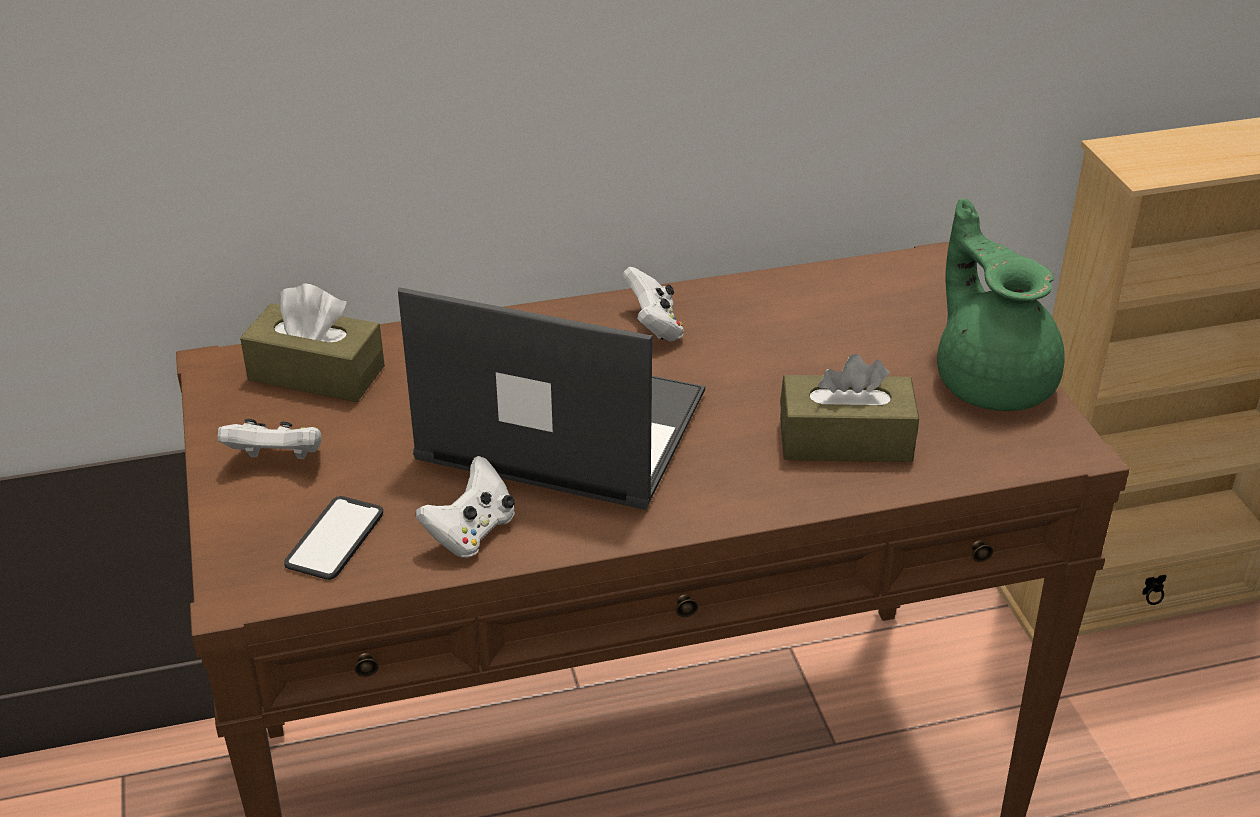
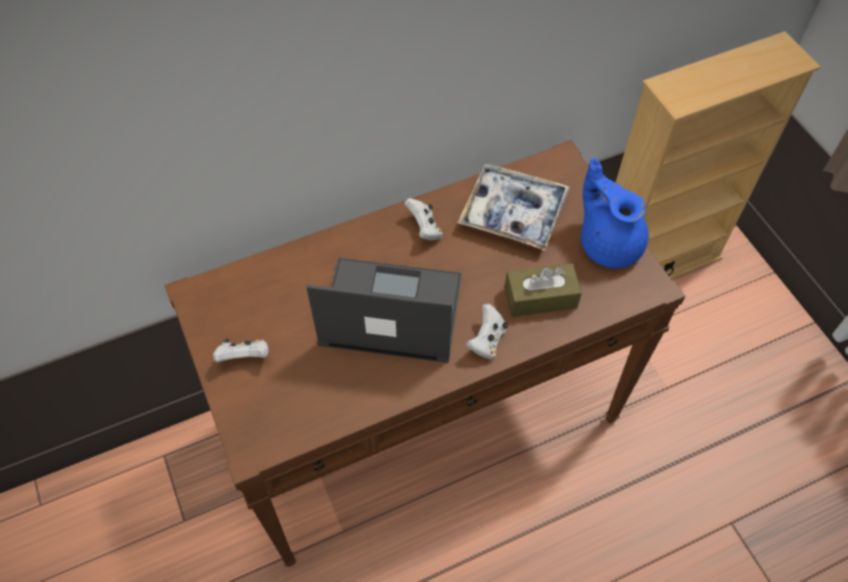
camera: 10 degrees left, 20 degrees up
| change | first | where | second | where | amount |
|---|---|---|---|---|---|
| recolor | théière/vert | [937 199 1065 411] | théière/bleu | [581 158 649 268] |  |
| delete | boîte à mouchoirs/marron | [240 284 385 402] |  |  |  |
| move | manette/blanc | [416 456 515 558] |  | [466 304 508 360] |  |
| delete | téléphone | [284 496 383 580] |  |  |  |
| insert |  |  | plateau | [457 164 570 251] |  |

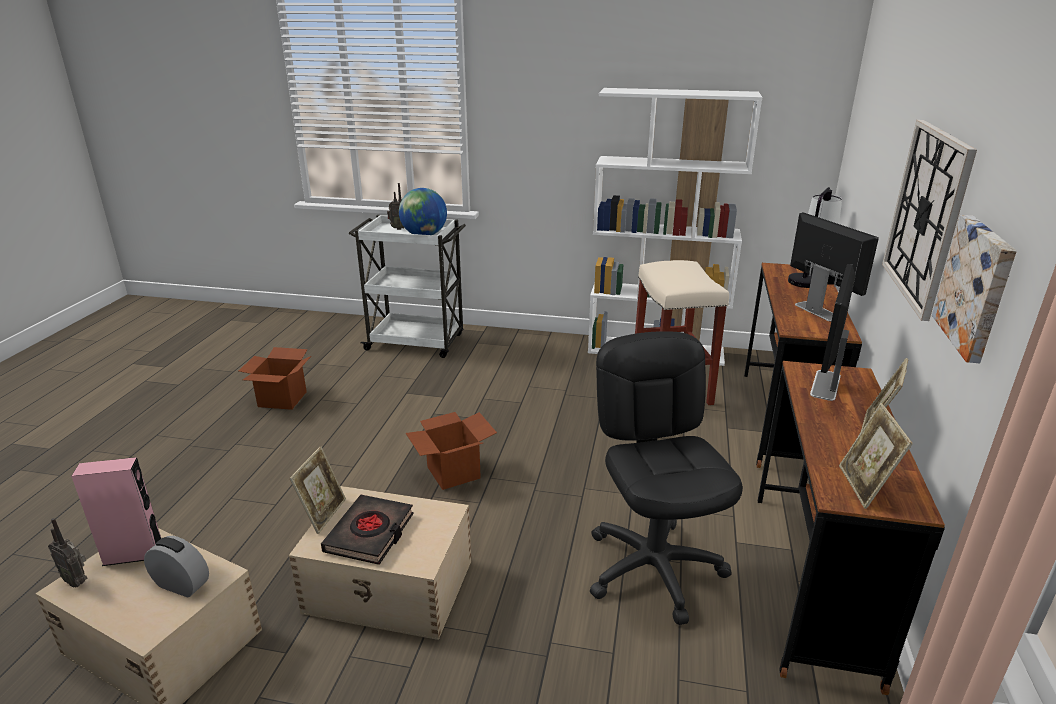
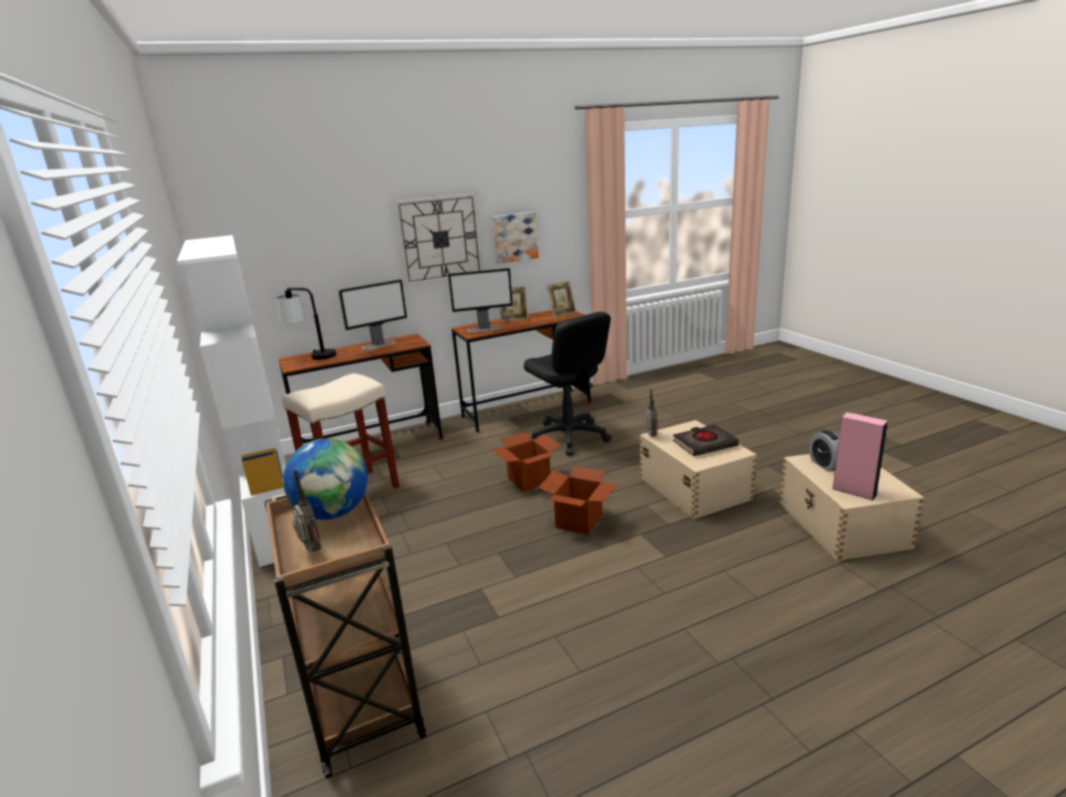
camera: 125 degrees left, 5 degrees down
| change | first | where | second | where | amount |
|---|---|---|---|---|---|
| rotate | écran d'ordinateur | [790 212 879 322] |  | [339 279 407 350] | 150 degrees counterclockwise |
| recolor | chariot/blanc | [349 215 466 358] | chariot/marron | [264 491 426 778] |  |
| rotate | chaise de bureau/noir | [590 331 743 625] |  | [524 312 612 456] | 75 degrees counterclockwise |
| move | carton | [239 347 311 410] |  | [492 432 562 492] |  |
| delete | cadre photo | [289 446 346 534] |  |  |  |
| move | radio | [48 518 87 588] |  | [644 389 657 436] |  |

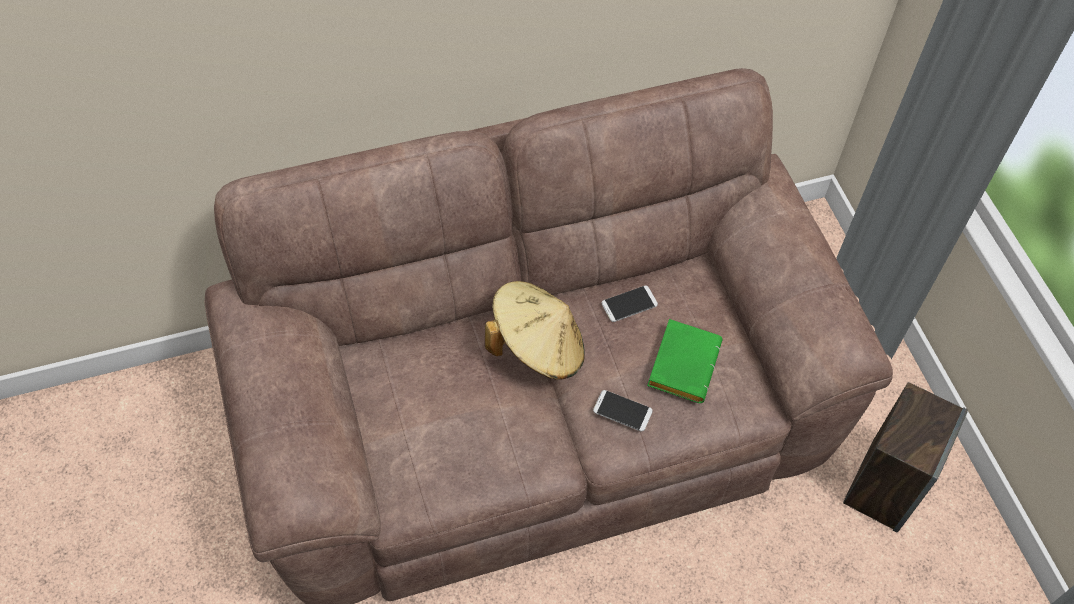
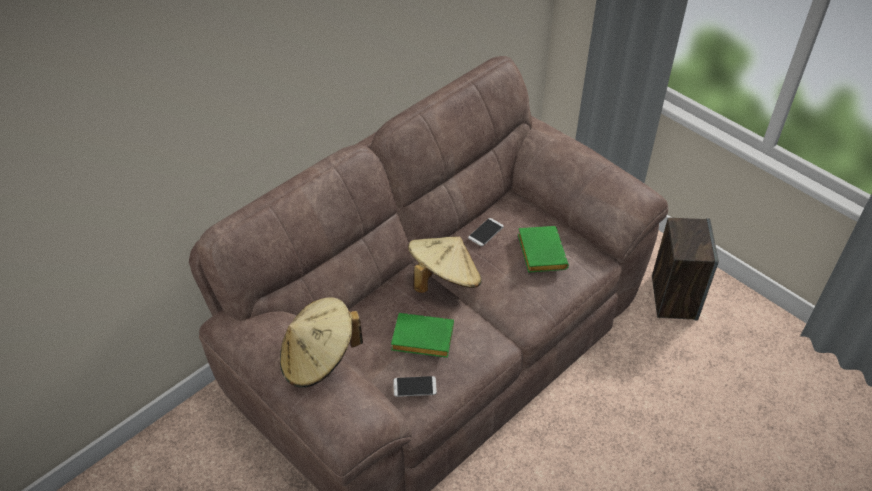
camera: 25 degrees left, 10 degrees down
| change | first | where | second | where | amount |
|---|---|---|---|---|---|
| move | téléphone | [593 390 653 431] |  | [393 376 437 397] |  |
| insert |  |  | chapeau/beige | [280 297 363 387] |  |
| insert |  |  | livre/vert | [391 313 454 358] |  |

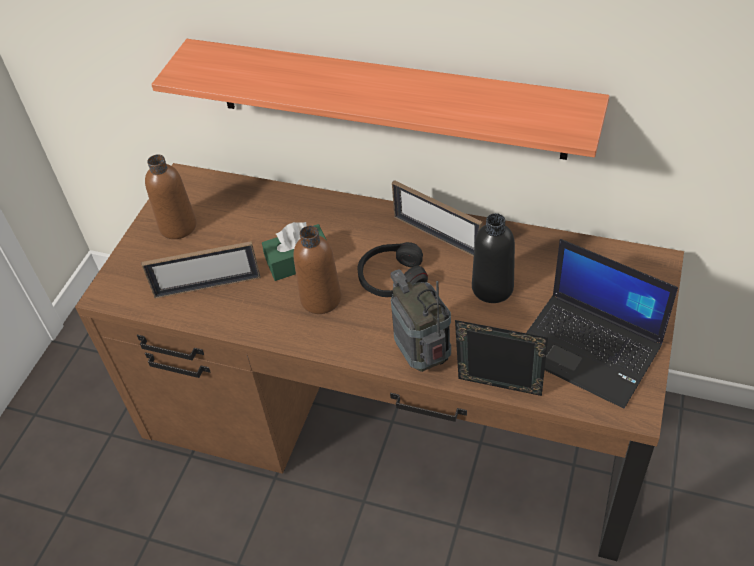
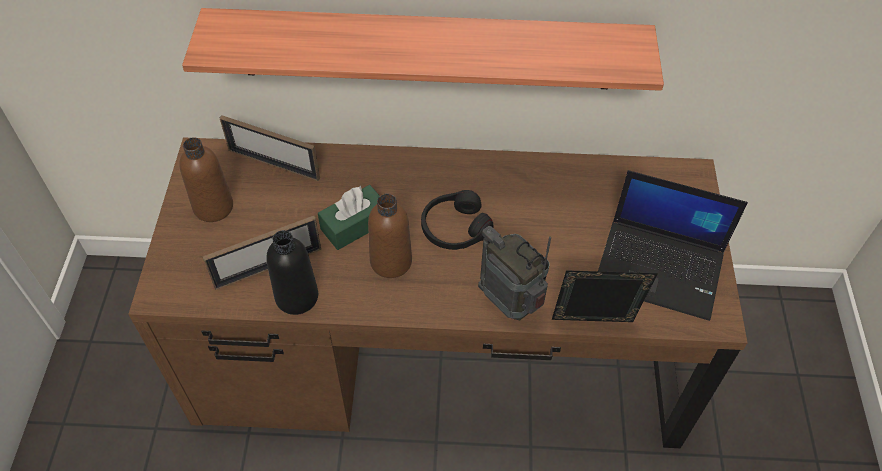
camera: 20 degrees left, 5 degrees up
| change | first | where | second | where | amount |
|---|---|---|---|---|---|
| move | cadre photo | [392 180 483 257] |  | [220 115 320 181] |  |
| move | bouteille/noir | [472 213 515 303] |  | [266 230 318 315] |  |

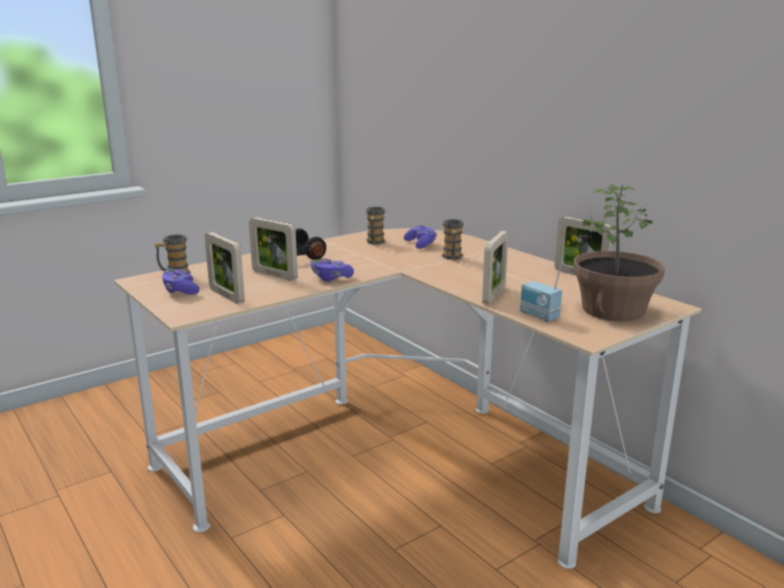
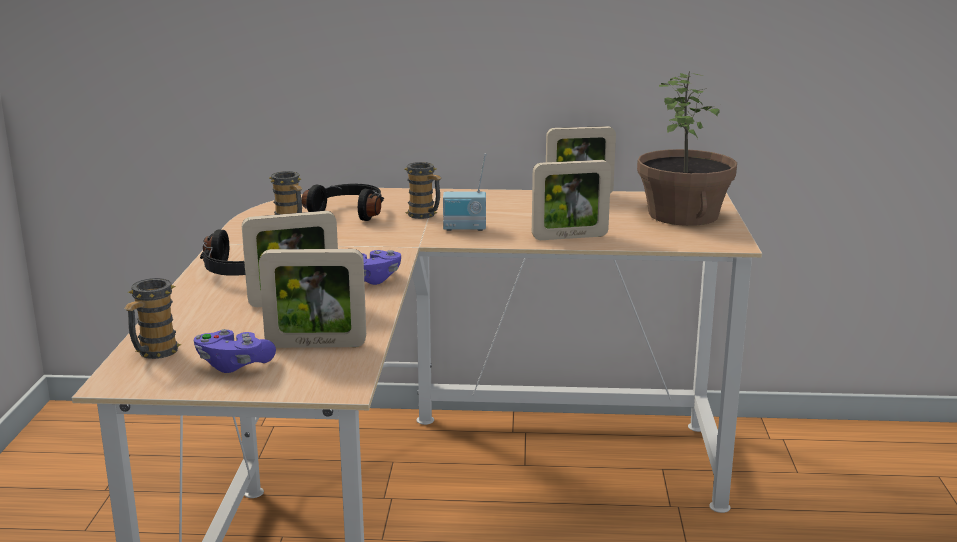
camera: 50 degrees left, 0 degrees up
| change | first | where | second | where | amount |
|---|---|---|---|---|---|
| replace | manette/violet | [404 225 437 249] | casque audio/noir | [302 184 384 221] |  |
| rotate | cadre photo | [482 231 508 304] |  | [532 160 611 240] | 105 degrees clockwise |
| move | radio | [520 257 564 322] |  | [443 154 486 231] |  |

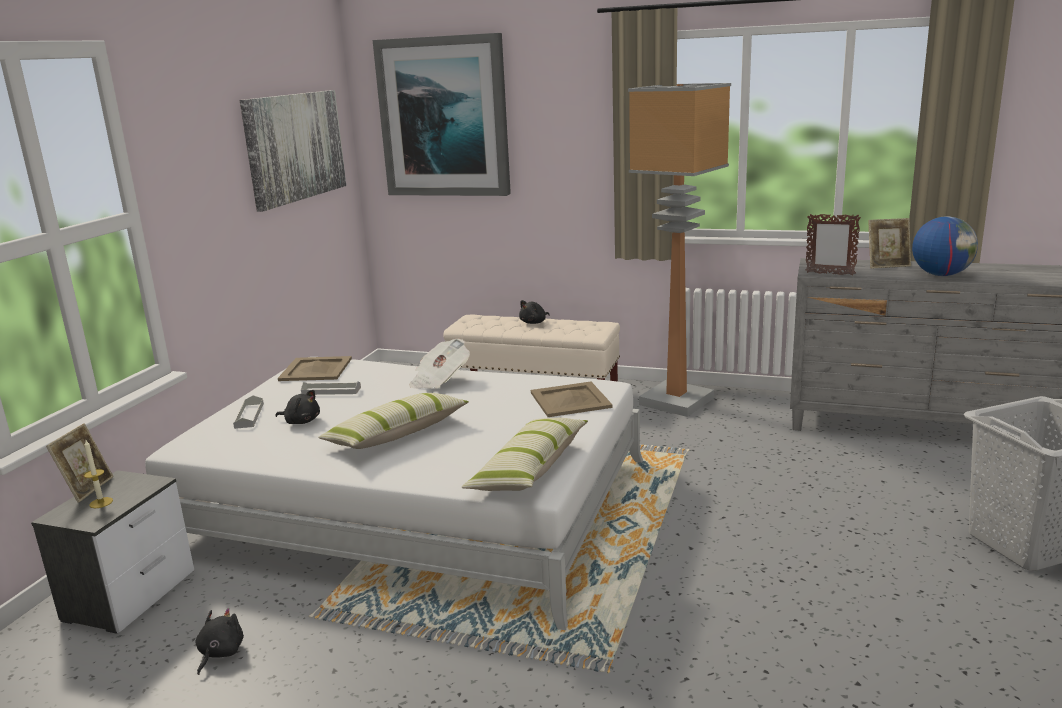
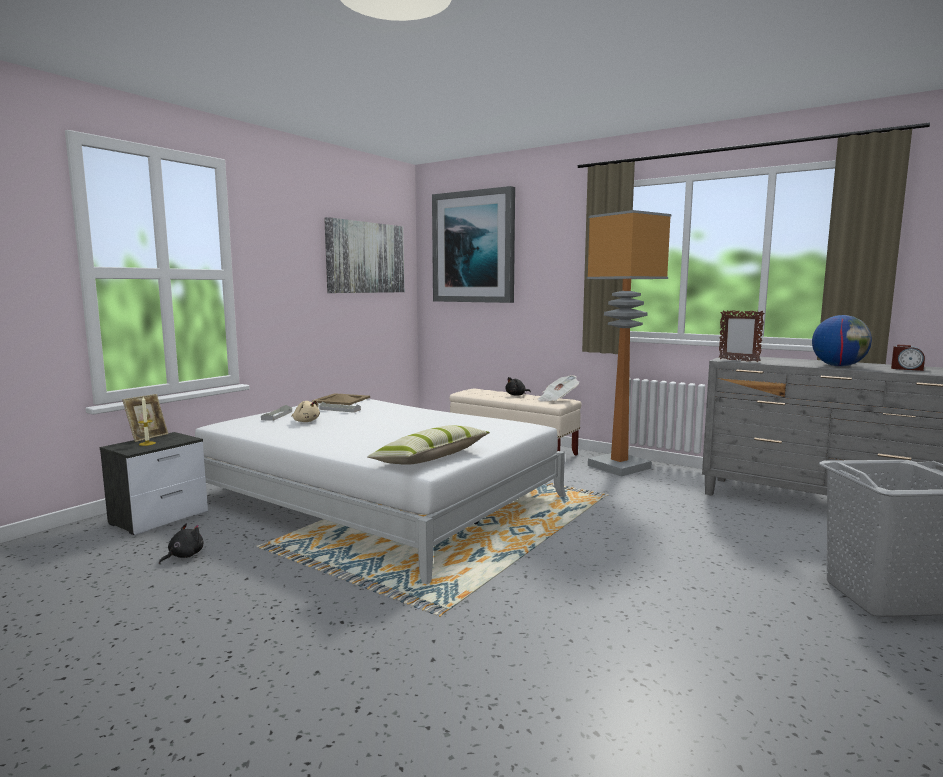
camera: 15 degrees right, 10 degrees down
| change | first | where | second | where | amount |
|---|---|---|---|---|---|
| delete | cadre photo | [868 218 911 269] |  |  |  |
| move | journal | [409 339 470 389] |  | [537 375 579 401] |  |
| delete | plateau/beige | [531 382 613 417] |  |  |  |
| recolor | peluche/noir | [275 390 320 424] | peluche/beige | [291 399 320 422] |  |
| delete | coussin | [318 393 469 449] |  |  |  |
| insert |  |  | réveil | [891 345 925 371] |  |

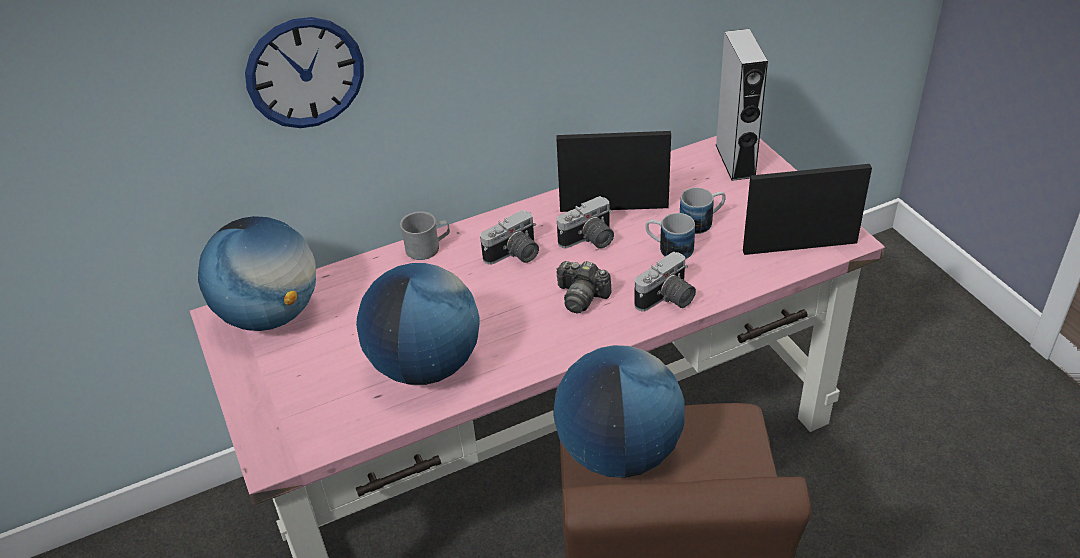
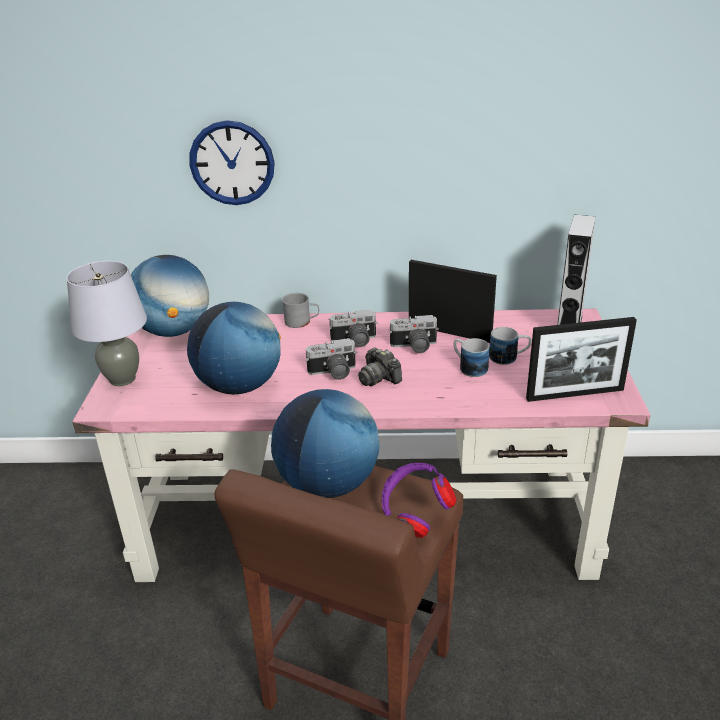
camera: 25 degrees right, 10 degrees down
| change | first | where | second | where | amount |
|---|---|---|---|---|---|
| rotate | cadre photo | [743 164 872 255] |  | [526 317 637 402] | 150 degrees clockwise |
| move | appareil photo | [634 251 696 312] |  | [306 338 357 380] |  |
| insert |  |  | lampe de table/gris | [66 261 147 386] |  |
| insert |  |  | casque audio/violet | [382 463 456 538] |  |

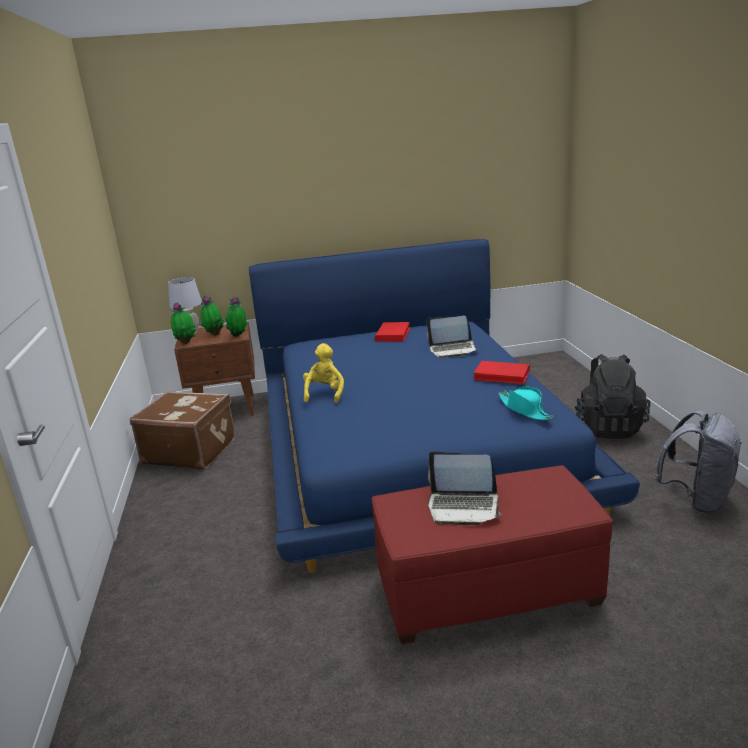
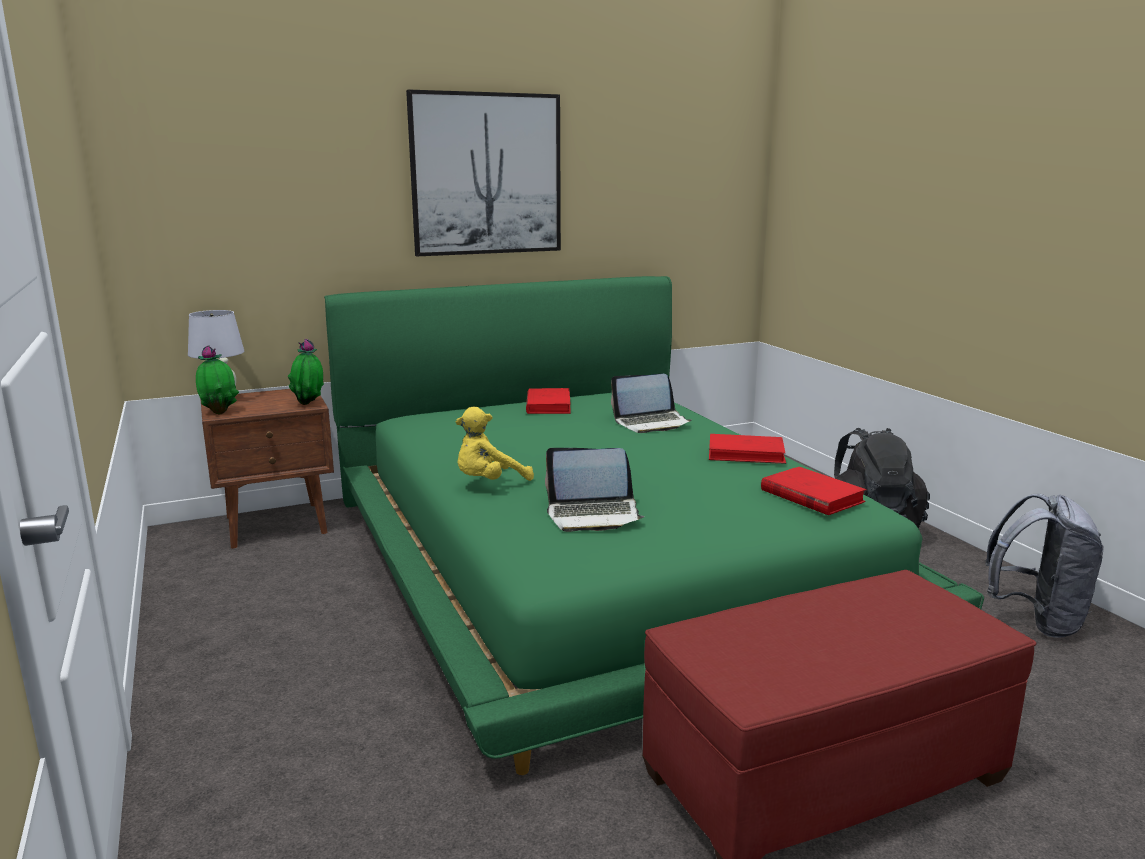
camera: 15 degrees left, 5 degrees down
| change | first | where | second | where | amount |
|---|---|---|---|---|---|
| recolor | lit/bleu | [249 239 640 573] | lit/vert | [324 276 984 775] |  |
| delete | plante en pot | [201 296 224 336] |  |  |  |
| rotate | peluche/jaune | [303 343 344 403] |  | [456 407 534 481] | 120 degrees counterclockwise |
| replace | chapeau/turquoise | [498 386 553 420] | livre/rouge | [761 467 867 515] |  |
| delete | valise/marron | [130 391 235 469] |  |  |  |
| move | ordinateur portable | [428 452 502 526] |  | [545 448 645 532] |  |
| insert |  |  | tableau | [406 90 561 256] |  |

